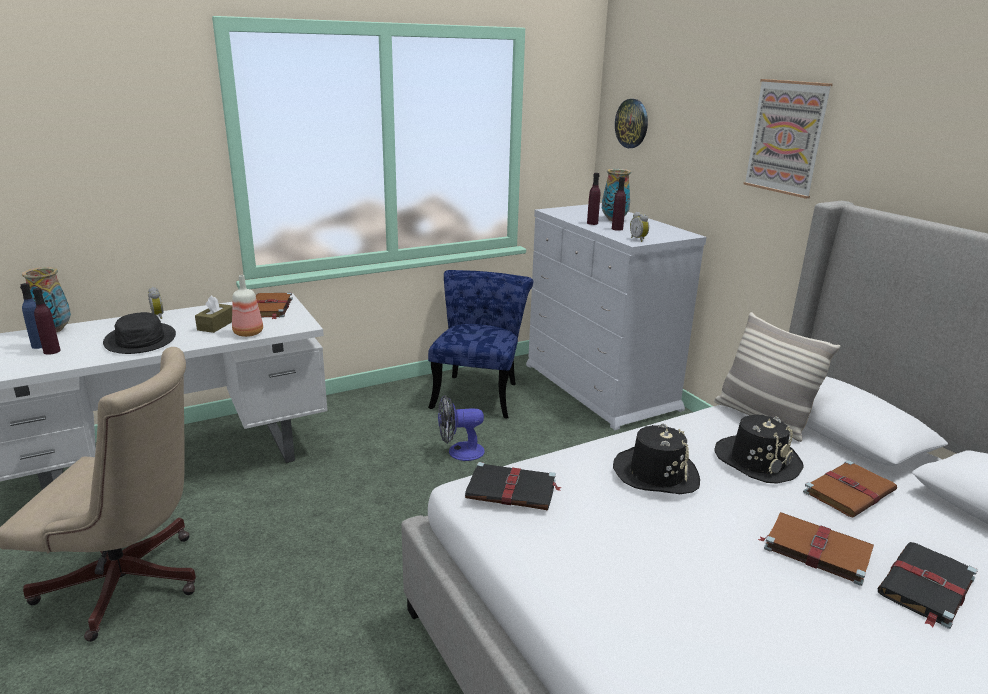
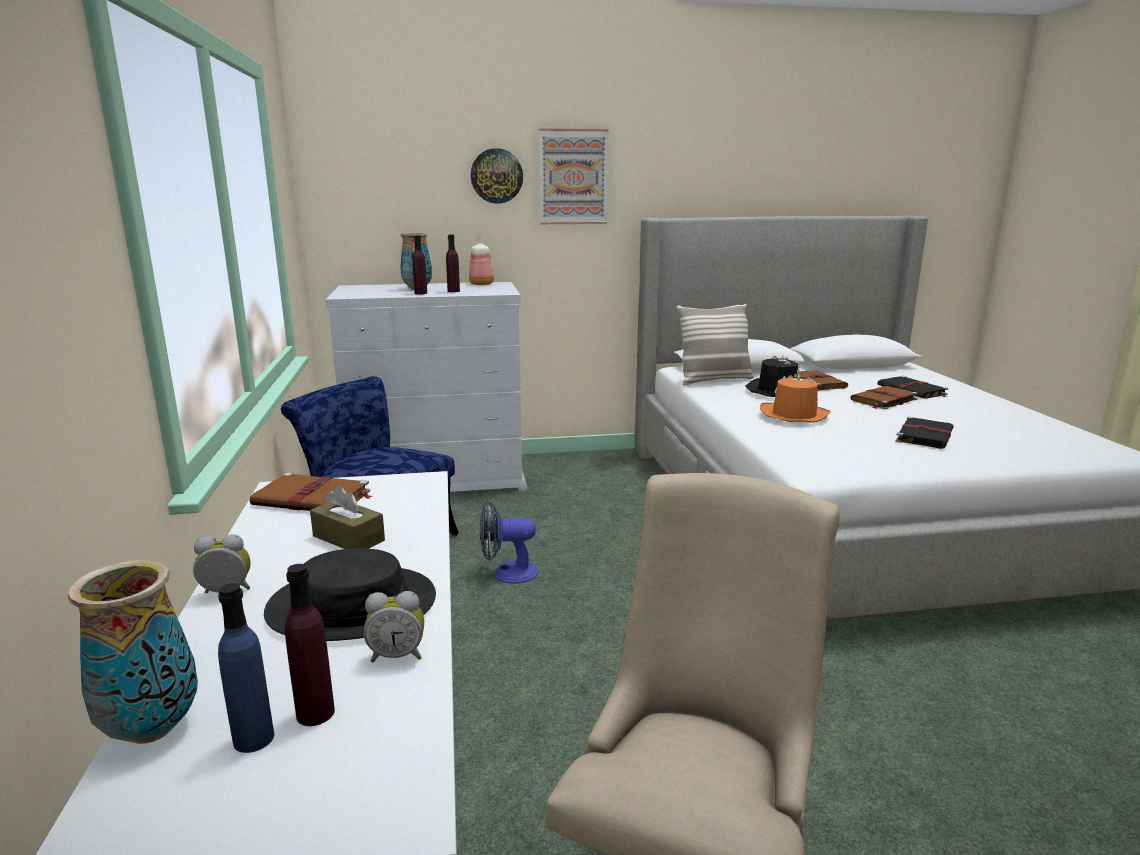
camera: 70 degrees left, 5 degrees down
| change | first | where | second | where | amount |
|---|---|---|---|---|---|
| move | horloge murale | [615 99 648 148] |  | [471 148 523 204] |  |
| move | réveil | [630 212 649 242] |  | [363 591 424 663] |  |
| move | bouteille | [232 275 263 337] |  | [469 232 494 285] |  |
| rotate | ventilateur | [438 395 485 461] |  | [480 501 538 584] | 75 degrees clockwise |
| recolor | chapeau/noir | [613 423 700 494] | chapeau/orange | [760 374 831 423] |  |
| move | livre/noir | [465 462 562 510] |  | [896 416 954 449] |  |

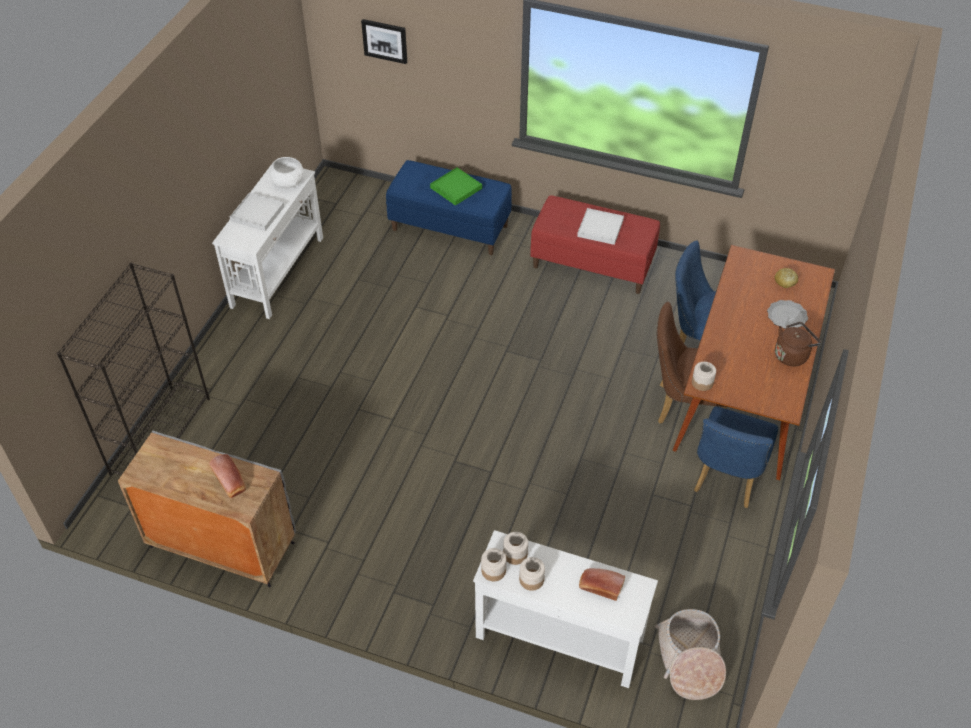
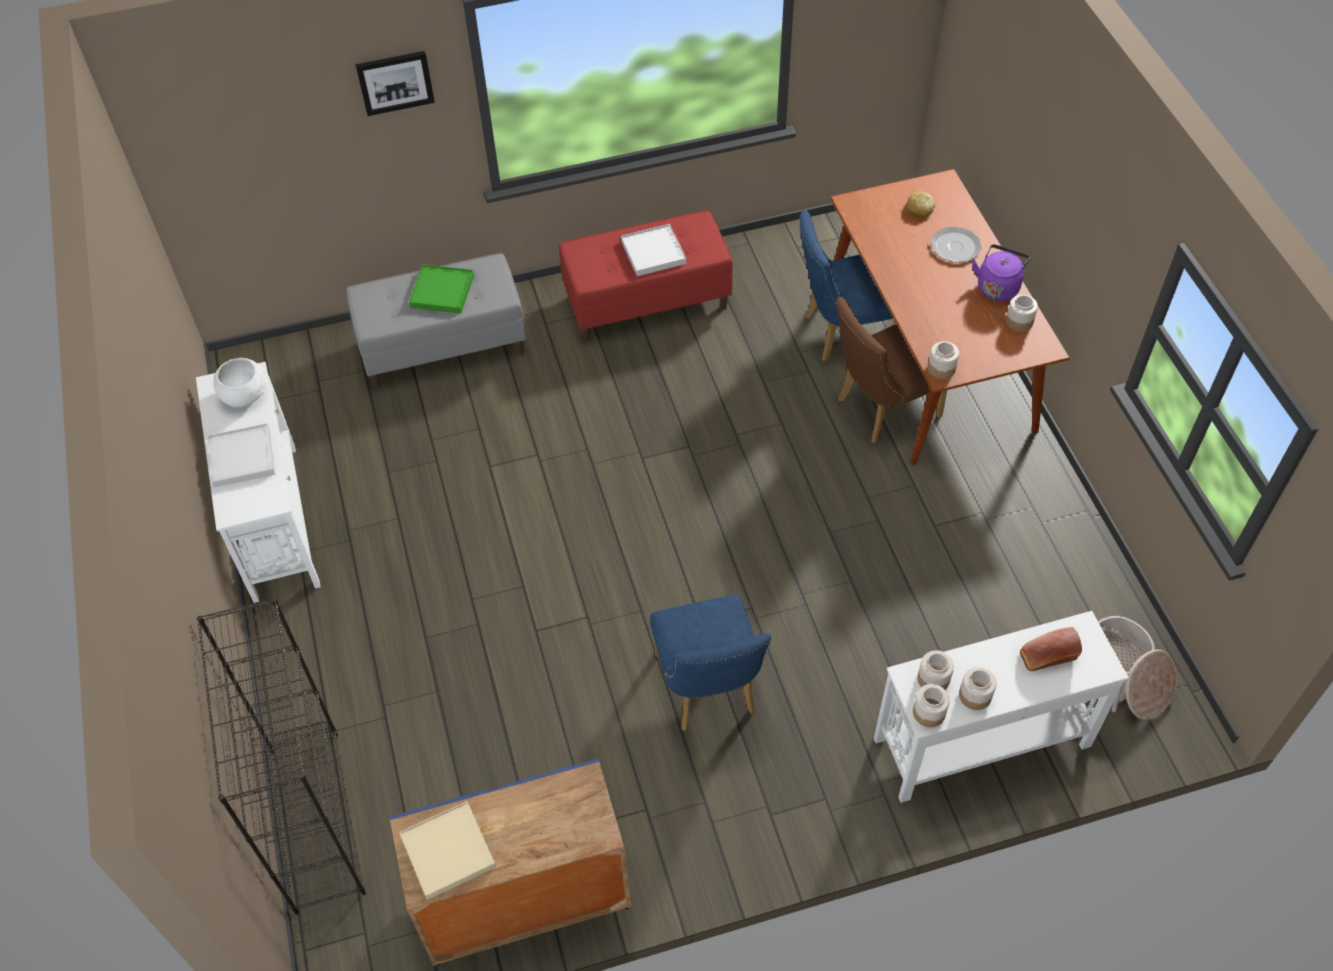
camera: 35 degrees left, 5 degrees up
| change | first | where | second | where | amount |
|---|---|---|---|---|---|
| move | tableau | [361 19 407 64] |  | [355 51 435 116] |  |
| recolor | banc/bleu | [386 160 512 255] | banc/gris | [346 253 526 388] |  |
| recolor | bouilloire/marron | [775 322 821 366] | bouilloire/violet | [972 244 1030 301] |  |
| move | chaise/bleu | [694 406 778 508] |  | [650 594 771 731] |  |
| recolor | meuble de rangement/gris | [118 431 296 587] | meuble de rangement/bleu | [389 757 631 966] |  |
| delete | pain | [209 454 246 498] |  |  |  |
| insert |  |  | bocal | [1006 295 1038 332] |  |
| insert |  |  | plateau/beige | [399 801 496 900] |  |

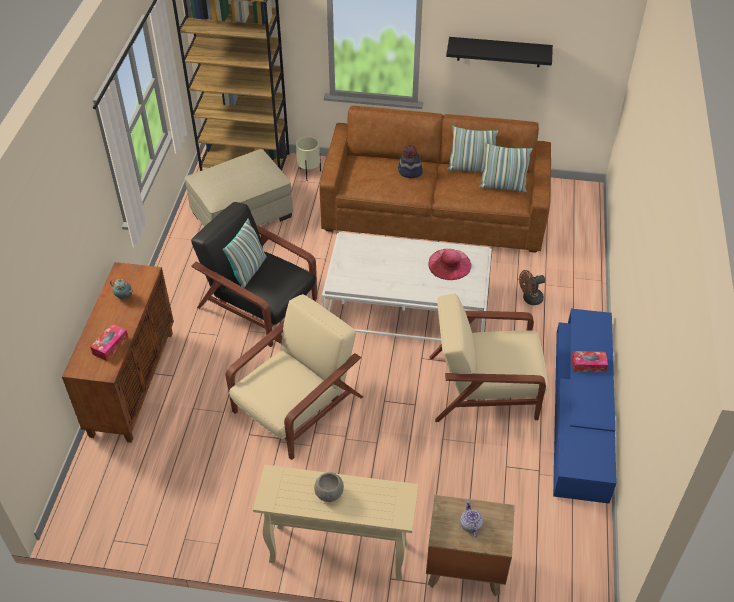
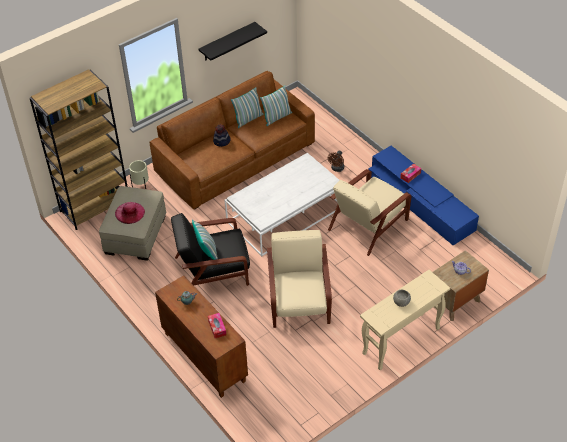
camera: 45 degrees left, 0 degrees up
| change | first | where | second | where | amount |
|---|---|---|---|---|---|
| move | chapeau/rose | [428 249 471 280] |  | [115 202 145 224] |  |

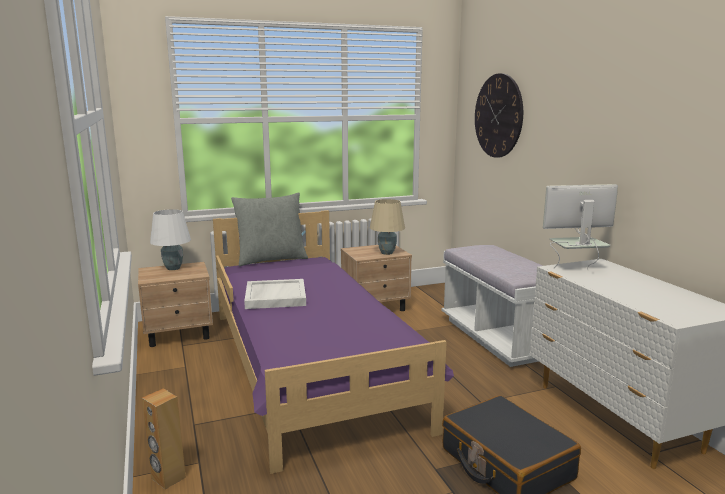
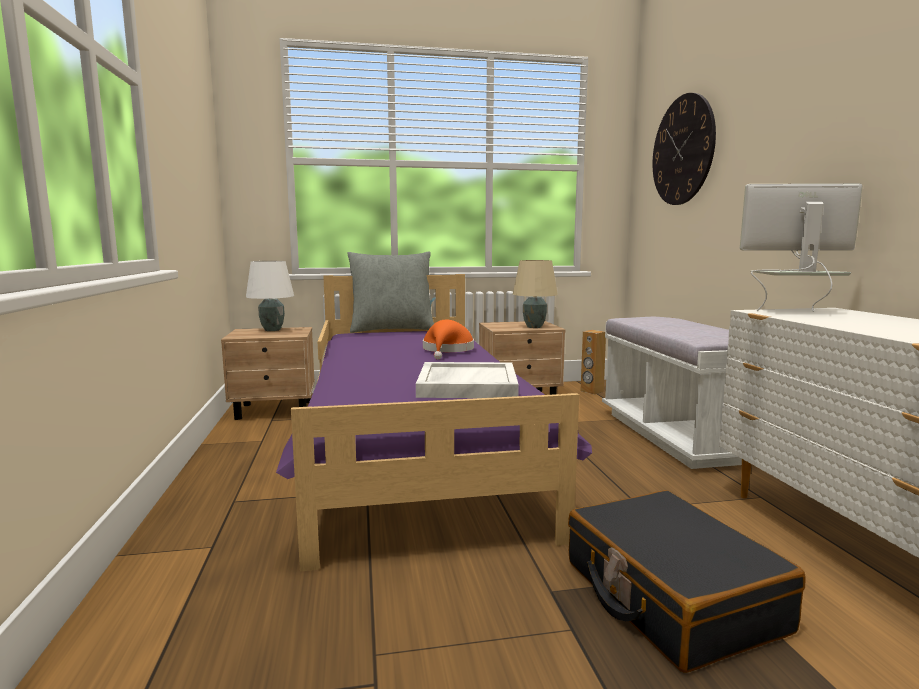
camera: 10 degrees right, 5 degrees down
| change | first | where | second | where | amount |
|---|---|---|---|---|---|
| move | plateau/blanc | [244 279 306 309] |  | [416 362 519 398] |  |
| move | enceinte/marron | [142 388 186 489] |  | [580 330 606 394] |  |
| insert |  |  | chapeau/orange | [423 319 474 359] |  |

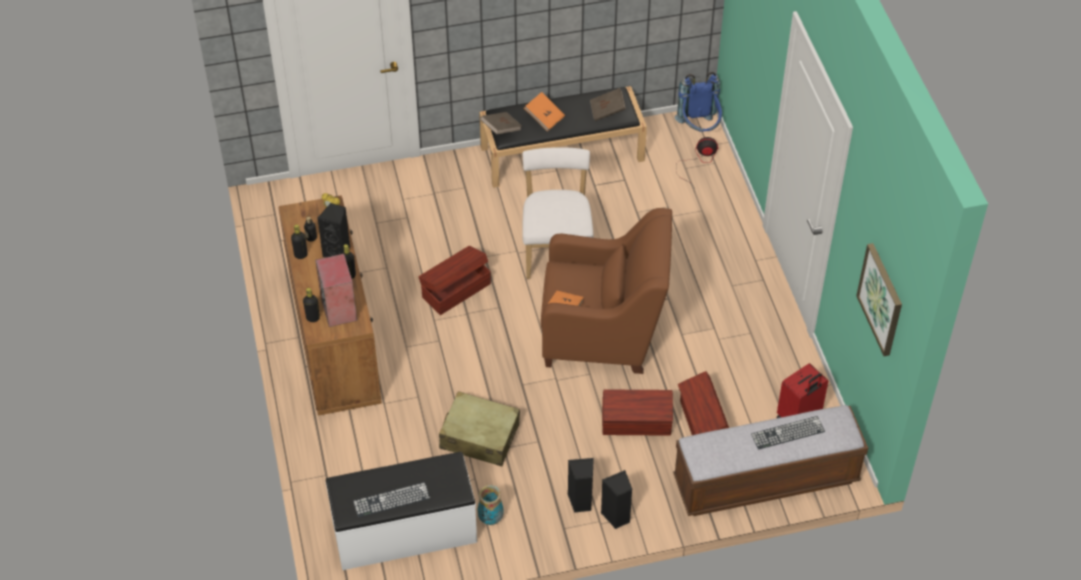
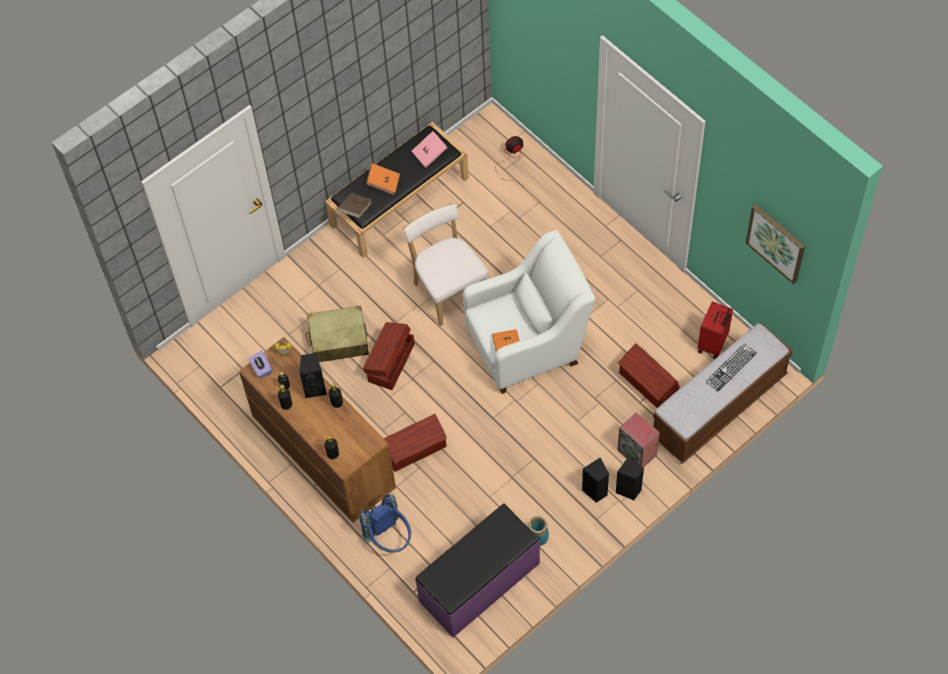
camera: 25 degrees left, 10 degrees up
| change | first | where | second | where | amount |
|---|---|---|---|---|---|
| move | sac à dos/bleu | [674 72 722 132] |  | [359 494 411 553] |  |
| recolor | livre/marron | [590 88 626 121] | livre/rose | [412 131 448 168] |  |
| recolor | fauteuil/marron | [541 208 672 374] | fauteuil/blanc | [463 230 595 394] |  |
| move | enceinte | [315 254 357 327] |  | [617 413 660 468] |  |
| move | boîte de rangement/marron | [602 390 673 435] |  | [384 414 447 472] |  |
| move | valise/beige | [439 391 520 466] |  | [306 306 369 362] |  |
| recolor | banc/blanc | [326 452 477 570] | banc/violet | [415 504 540 638] |  |
| delete | clavier | [353 482 430 517] |  |  |  |
| insert |  |  | boîte à mouchoirs/violet | [249 351 272 379] |  |

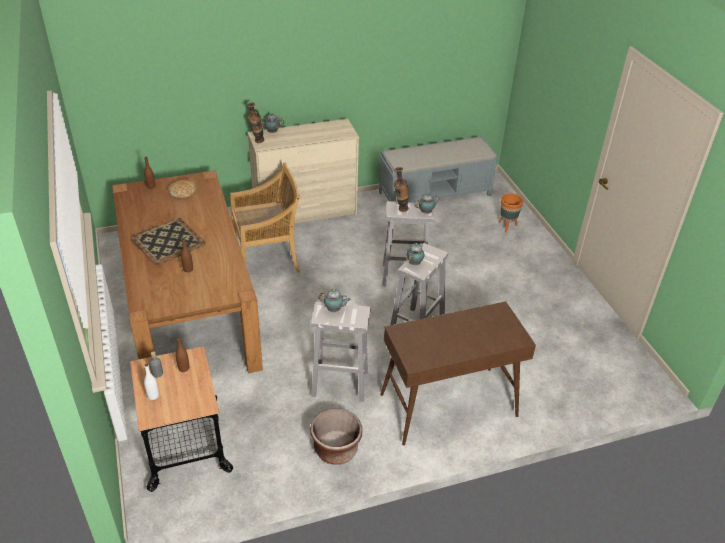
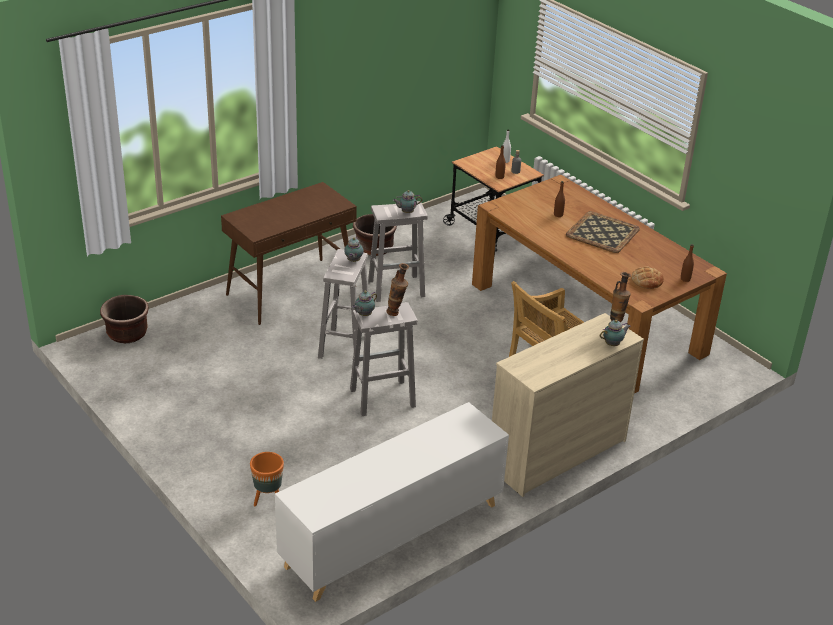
camera: 160 degrees right, 5 degrees down
| change | first | where | second | where | amount |
|---|---|---|---|---|---|
| replace | banc/gris | [379 136 499 203] | meuble de rangement/blanc | [275 402 509 602] |  |
| insert |  |  | cache-pot/marron | [100 295 149 343] |  |

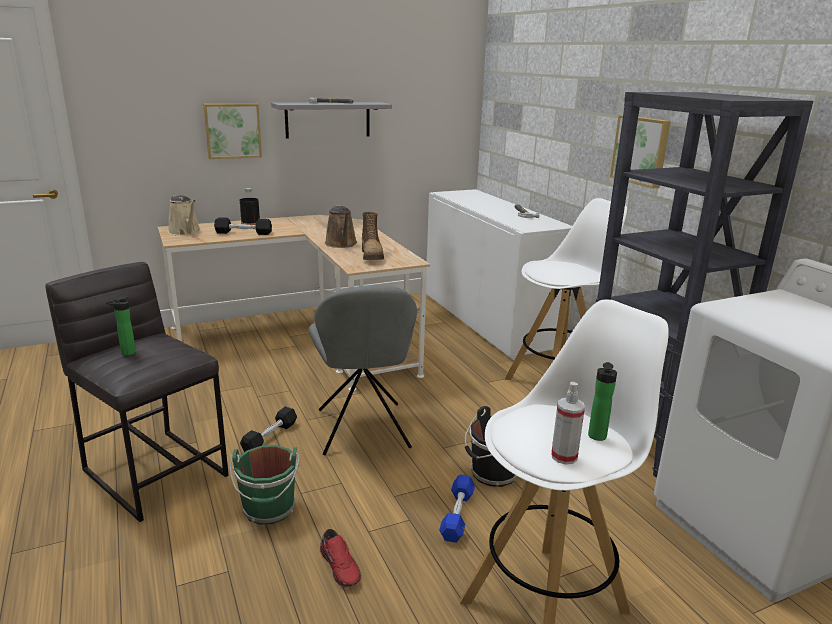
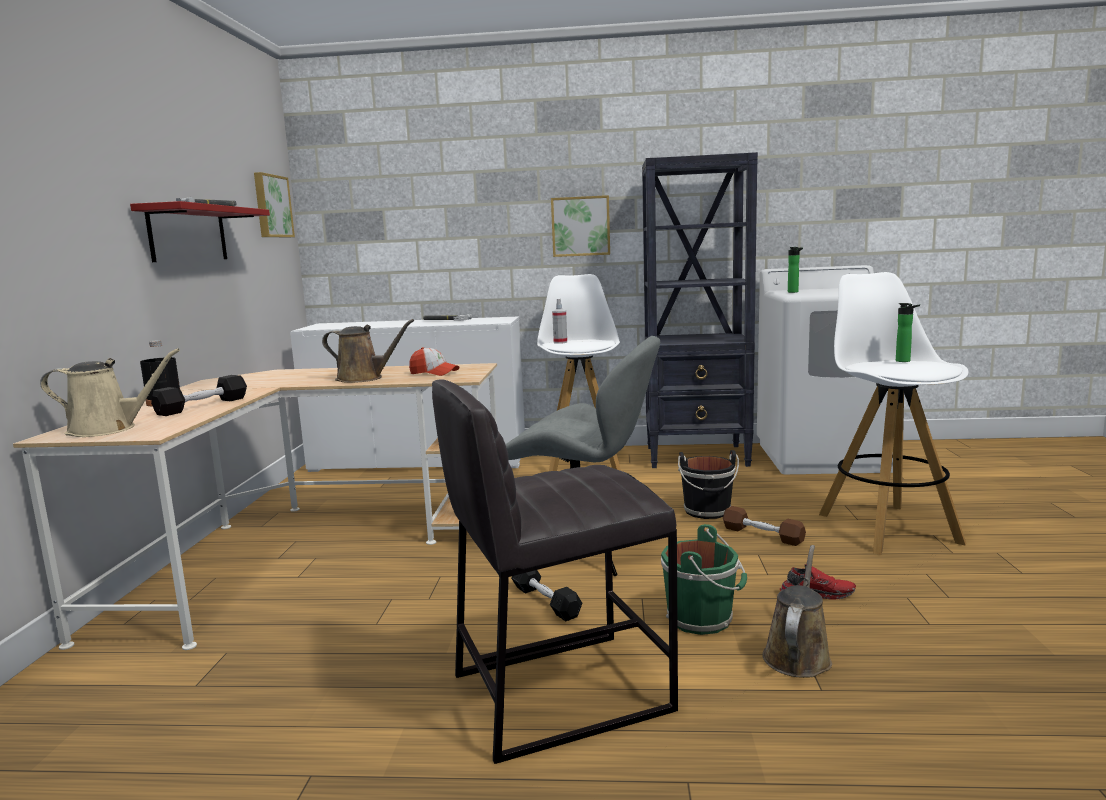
camera: 60 degrees left, 10 degrees down
| change | first | where | second | where | amount |
|---|---|---|---|---|---|
| recolor | étagère/gris | [271 102 392 139] | étagère/rouge | [130 201 270 262] |  |
| move | tableau | [203 104 262 159] |  | [254 172 295 238] |  |
| replace | botte | [362 212 384 260] | casquette | [409 347 460 376] |  |
| move | bouteille | [106 296 136 356] |  | [788 247 803 293] |  |
| move | vaporisateur | [551 382 585 465] |  | [552 299 567 344] |  |
| recolor | haltère/bleu | [439 474 475 543] | haltère/marron | [723 506 806 546] |  |
| insert |  |  | arrosoir/marron | [762 545 832 678] |  |

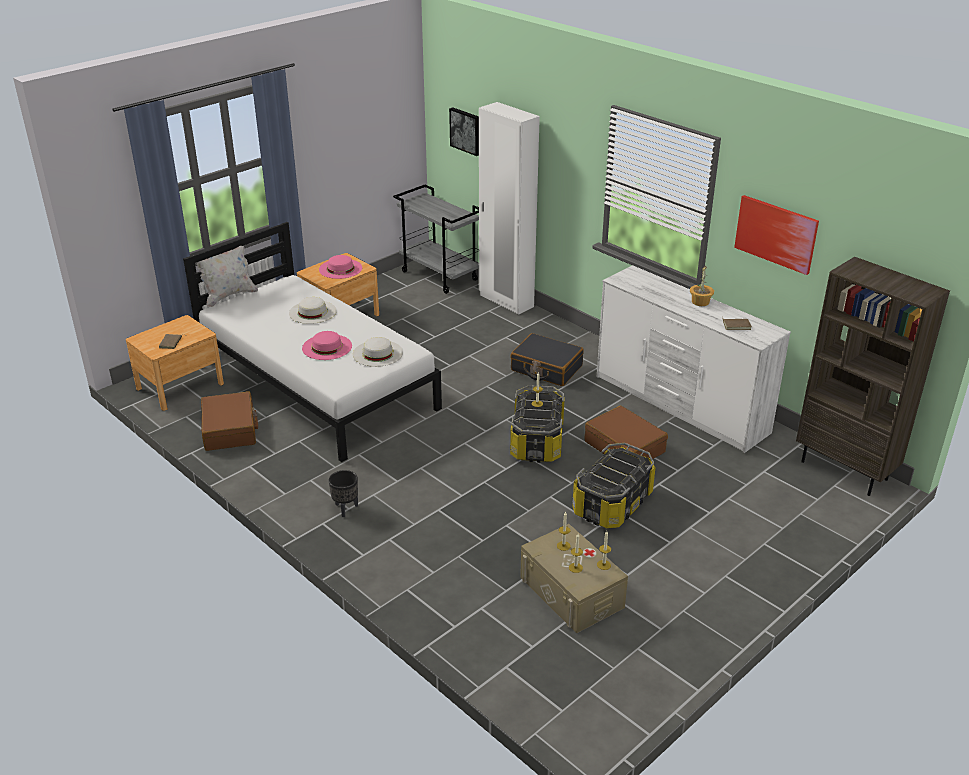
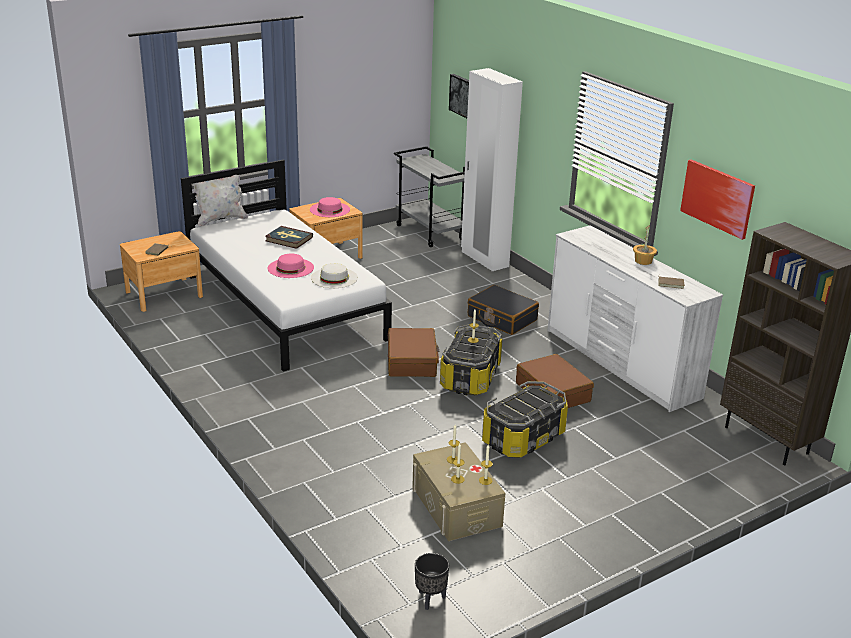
camera: 10 degrees right, 5 degrees down
| change | first | where | second | where | amount |
|---|---|---|---|---|---|
| replace | chapeau/blanc | [289 297 336 324] | livre | [265 226 313 249] |  |
| move | valise/marron | [201 391 258 451] |  | [388 328 440 377] |  |
| move | cache-pot/noir | [329 470 358 517] |  | [415 553 449 610] |  |

